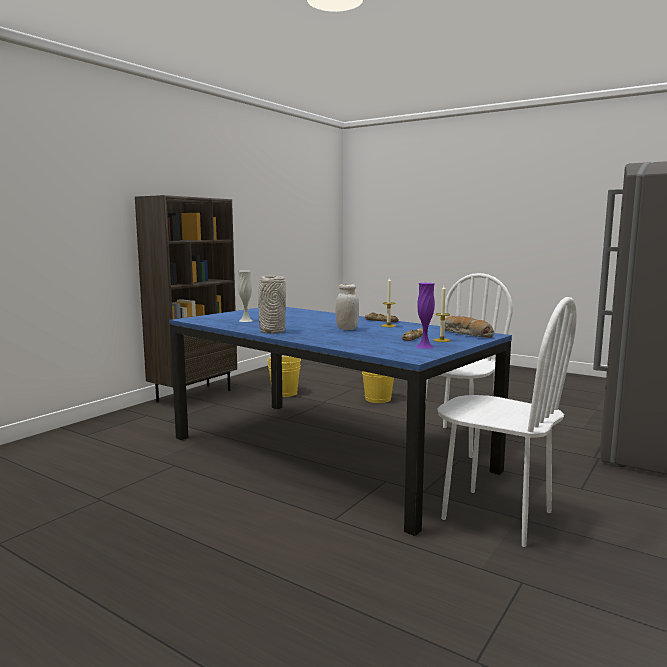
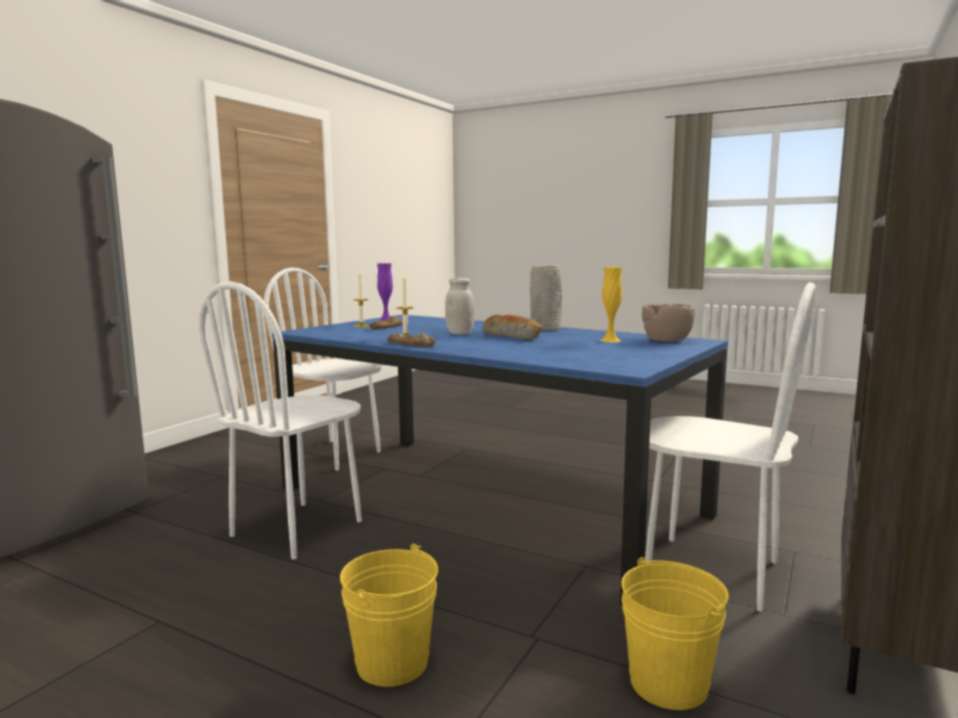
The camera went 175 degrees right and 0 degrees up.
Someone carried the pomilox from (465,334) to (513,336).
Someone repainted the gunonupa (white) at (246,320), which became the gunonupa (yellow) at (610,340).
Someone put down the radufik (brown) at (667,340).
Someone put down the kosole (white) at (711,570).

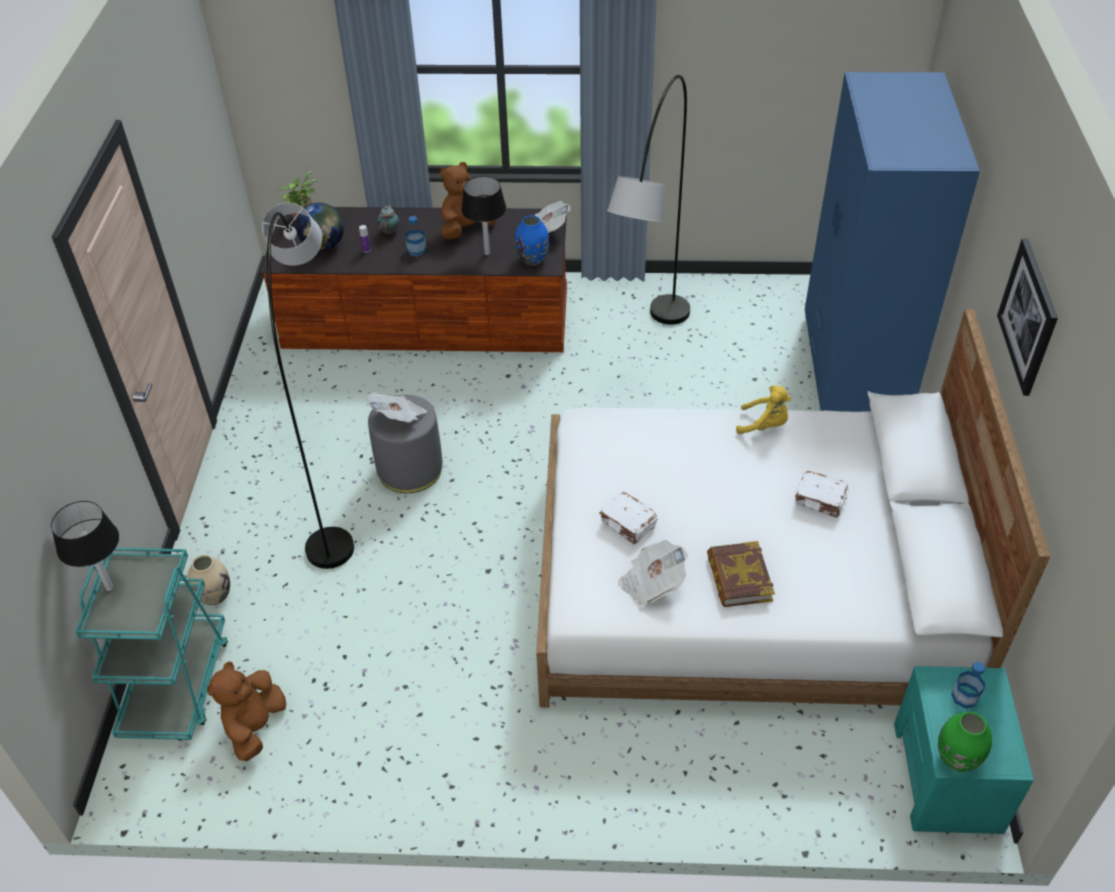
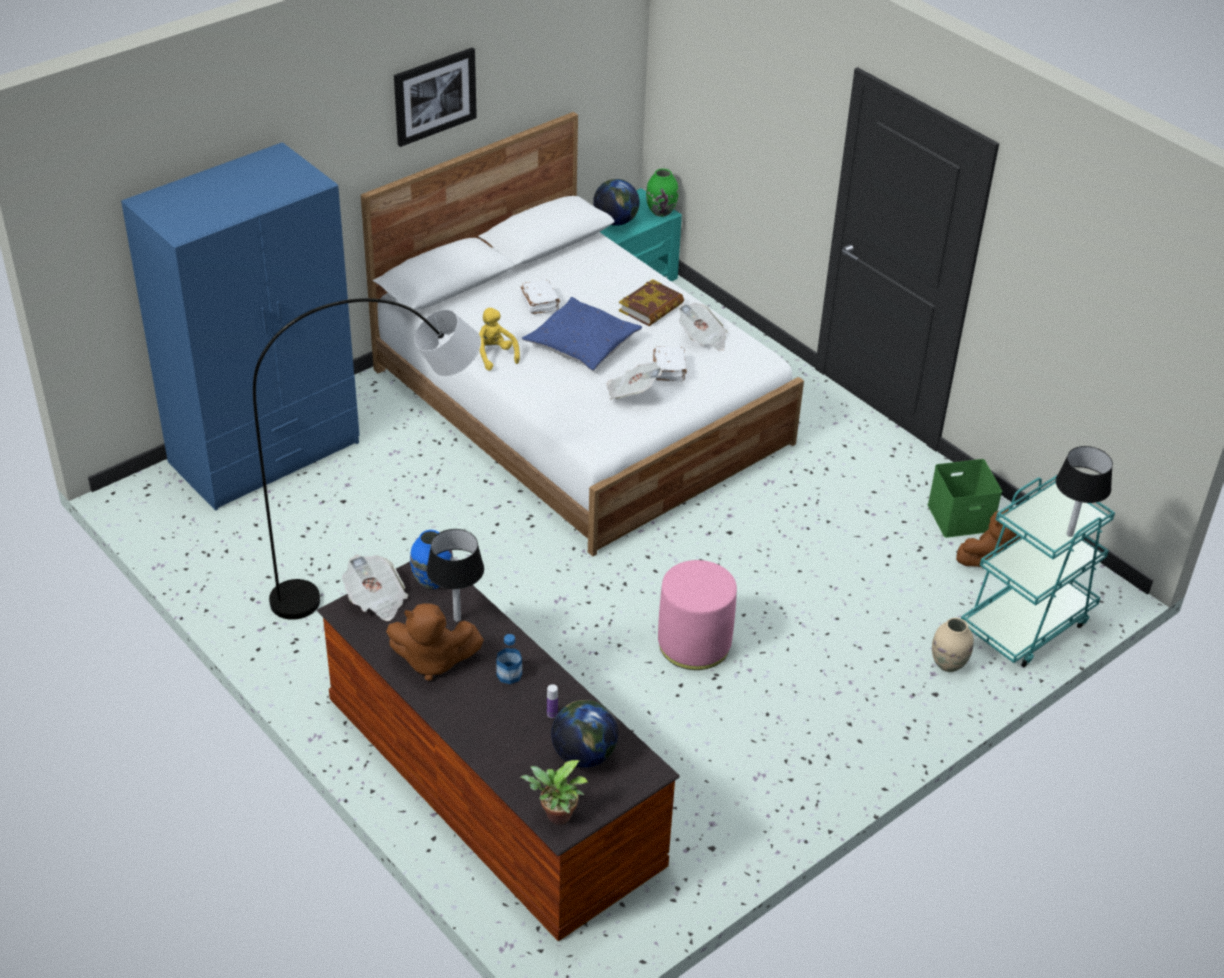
The camera went 135 degrees left and 5 degrees down.
Someone put down the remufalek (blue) at (581,344).
Someone swapped the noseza at (964,697) for the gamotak at (615,221).
Someone carried the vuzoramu from (398,417) to (631,392).
Someone repainted the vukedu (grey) at (410,469), which became the vukedu (pink) at (694,644).
Someone put down the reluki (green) at (960,516).
Someone took away the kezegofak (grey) at (332,482).
Someone took away the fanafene at (390,231).

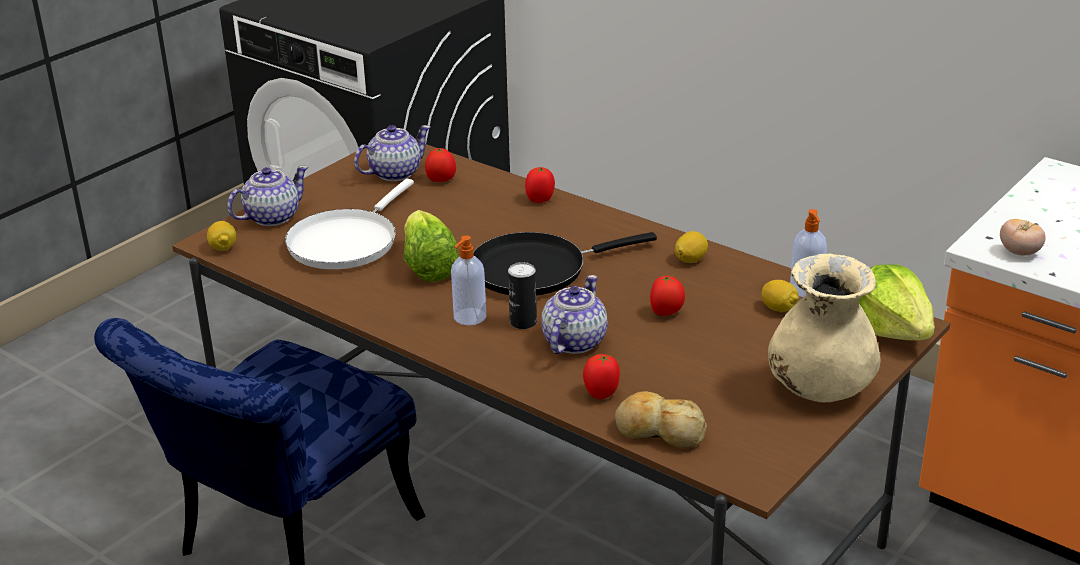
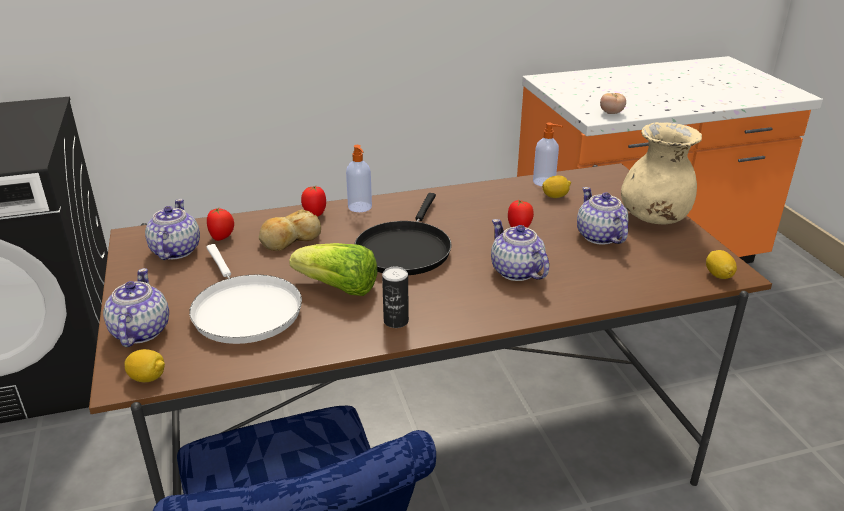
The camera went 55 degrees left and 0 degrees up.
Someone carried the pomilox from (659,431) to (289,239).
Someone carried the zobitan from (469,317) to (360,207).
Someone carried the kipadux from (523,322) to (396,321).
Someone put down the fanafene at (599,237).
Someone carried the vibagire from (690,259) to (718,275).
Someone took away the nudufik at (601,393).
Someone took away the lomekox at (891,329).

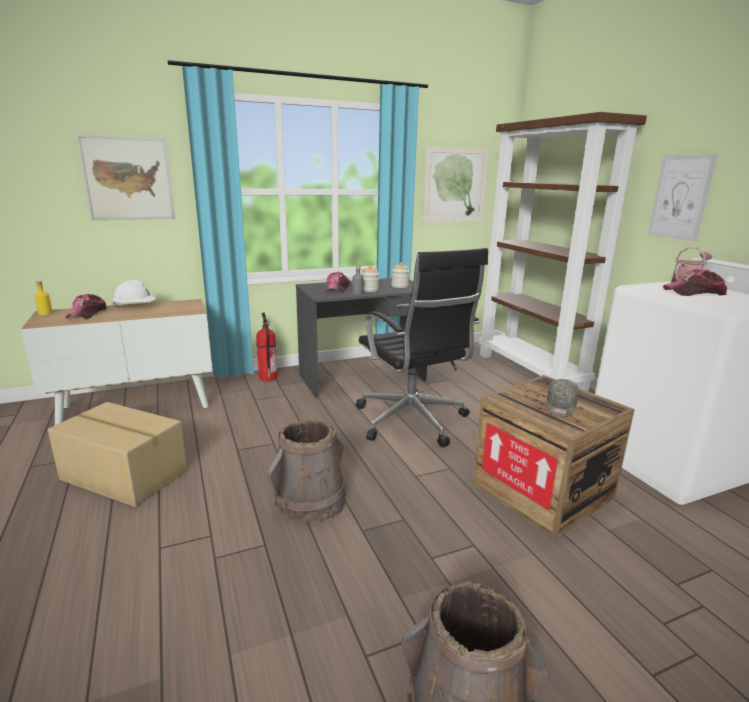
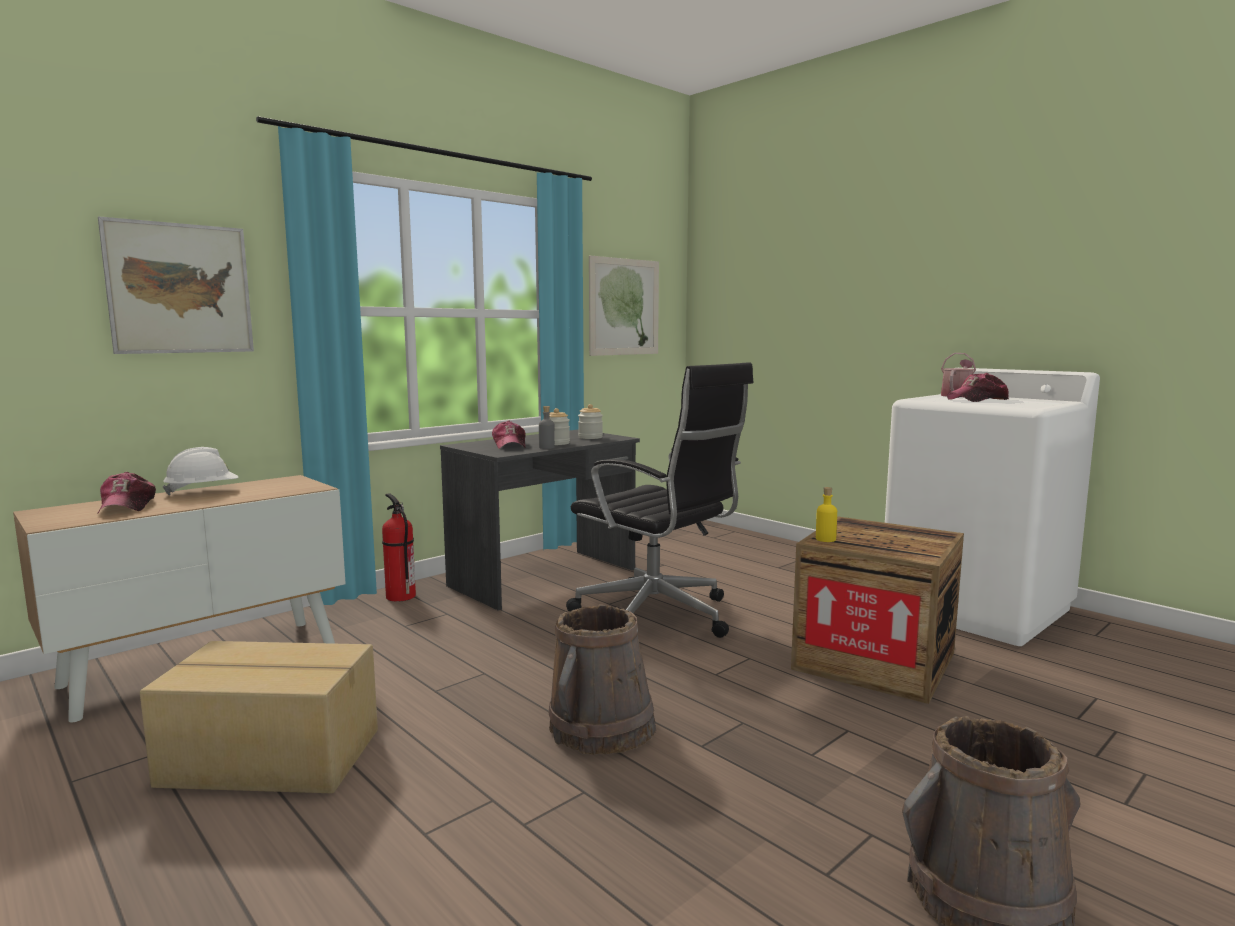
The camera went 20 degrees left and 10 degrees down.
Someone carried the noseza (yellow) from (45,313) to (825,539).
Someone took away the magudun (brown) at (531,372).
Someone took away the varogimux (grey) at (560,406).
Someone took away the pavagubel at (680,197).

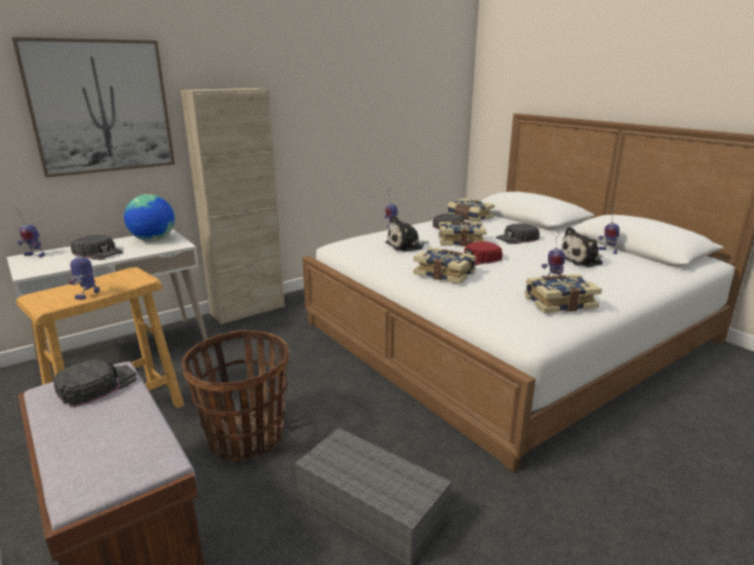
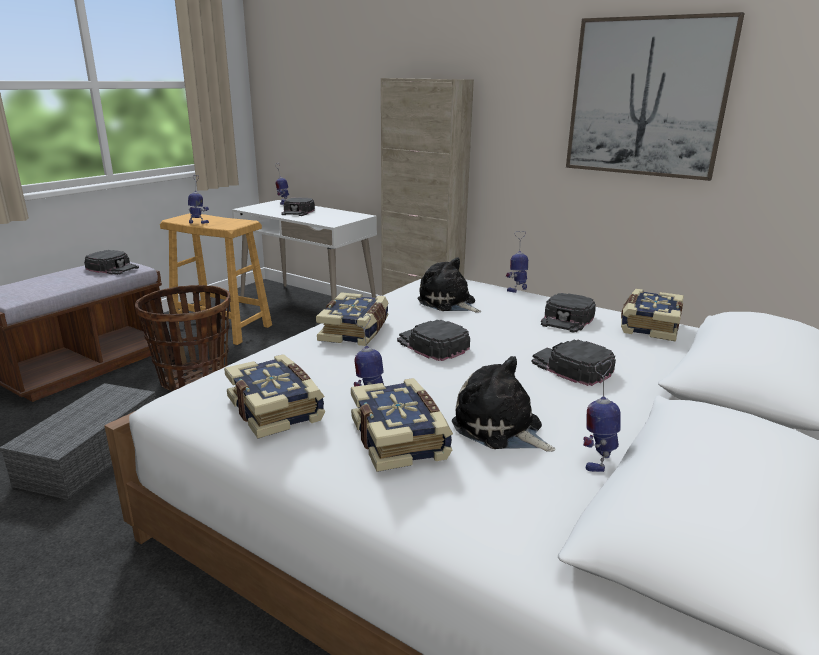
The camera went 70 degrees right and 0 degrees up.
Someone carried the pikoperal from (460,241) to (401,438).
Someone repainted the varogimux (red) at (478,258), which became the varogimux (black) at (432,345).
Someone carried the pavagubel from (101,107) to (646,98).
Someone took away the gamotak at (153,240).

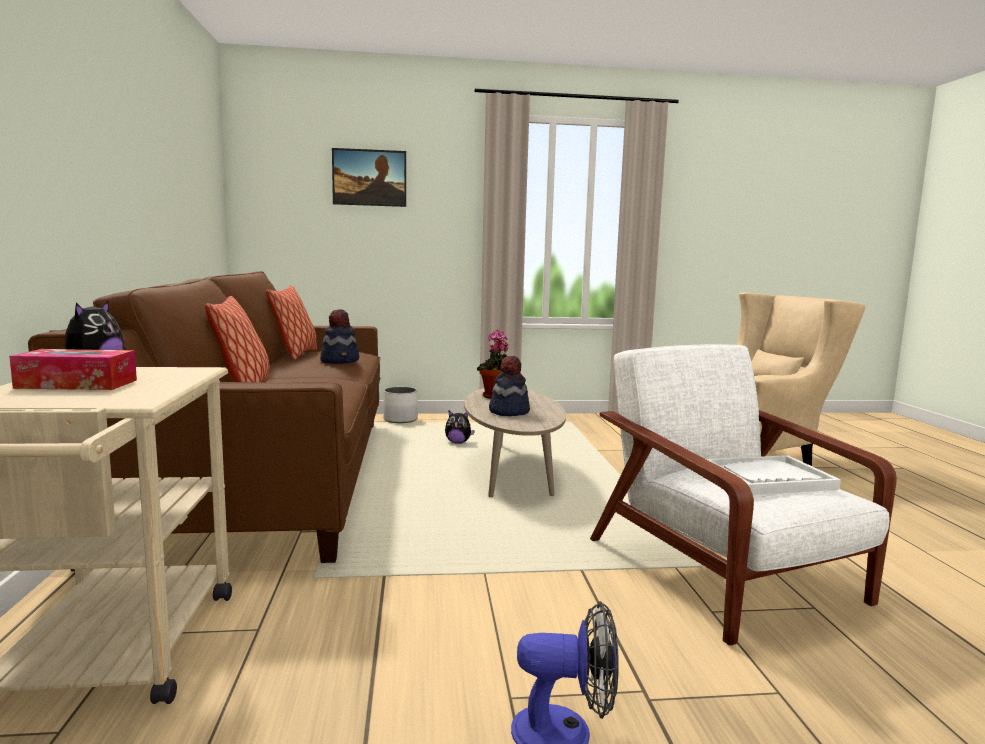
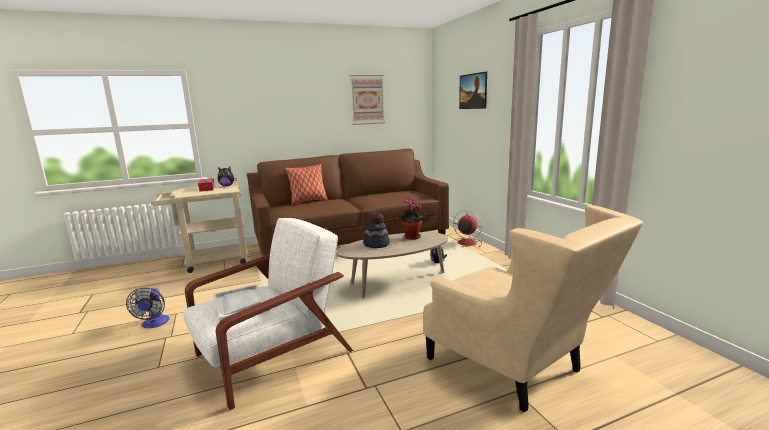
The camera went 75 degrees right and 5 degrees up.
Someone put up the pavagubel at (367,99).
Someone swapped the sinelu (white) at (400,420) for the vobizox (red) at (466,242).
Someone took away the remufalek at (295,354).
Someone took away the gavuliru at (340,361).

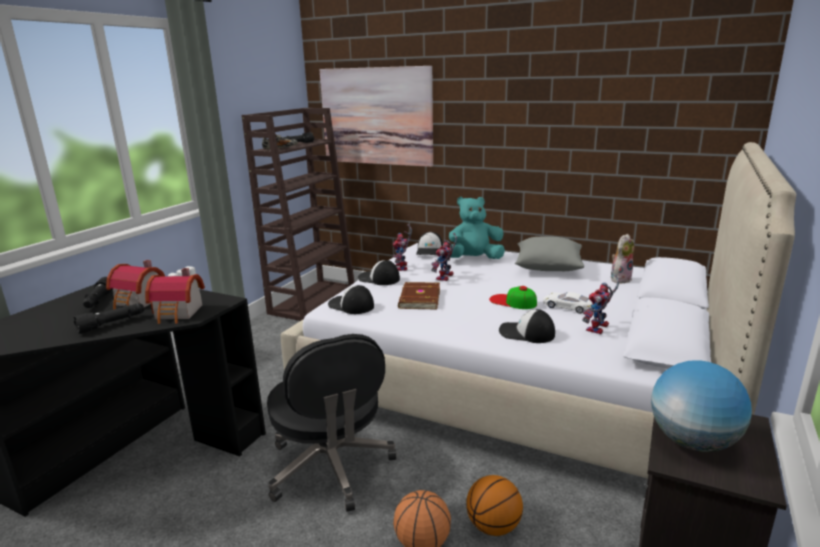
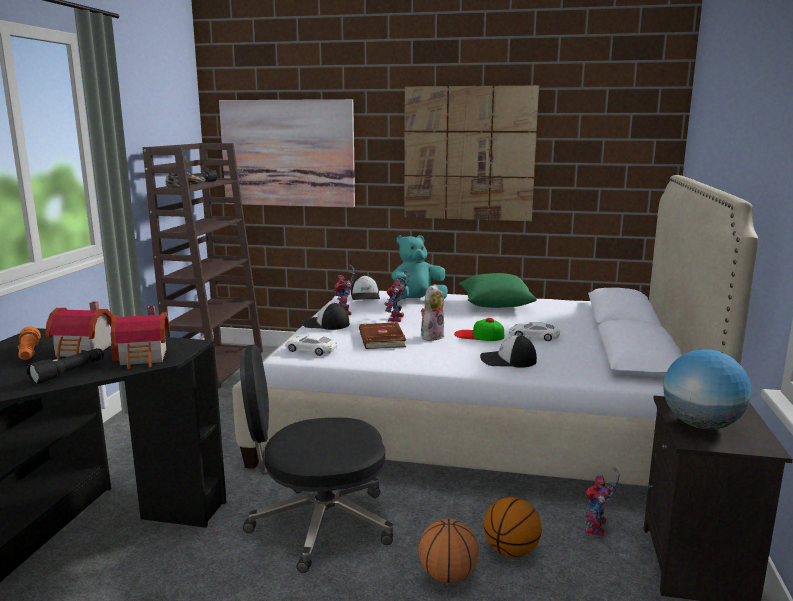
The camera went 15 degrees left and 5 degrees down.
Someone repainted the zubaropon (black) at (99,301), which became the zubaropon (orange) at (29,353).
Someone rotated the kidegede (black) at (331,468) by 120 degrees clockwise.
Someone swapped the varogimux at (351,305) for the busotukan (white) at (311,350).
Someone put up the pavagubel at (468,154).
Someone carried the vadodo from (620,279) to (431,336).
Someone repainted the remufalek (grey) at (548,267), which became the remufalek (green) at (495,305).
Someone carried the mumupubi from (598,329) to (597,529).

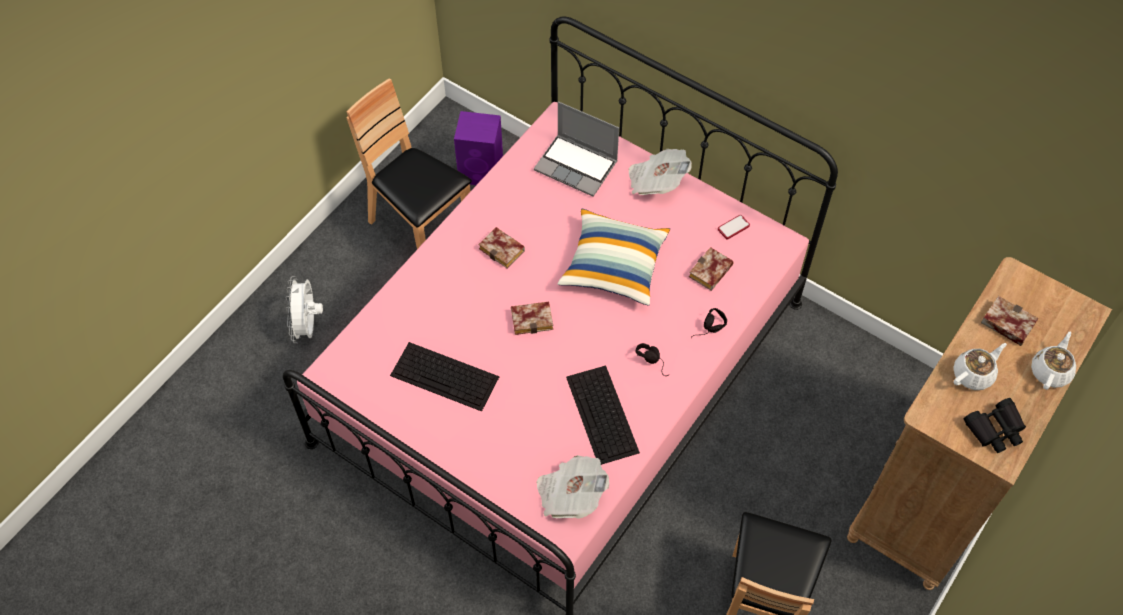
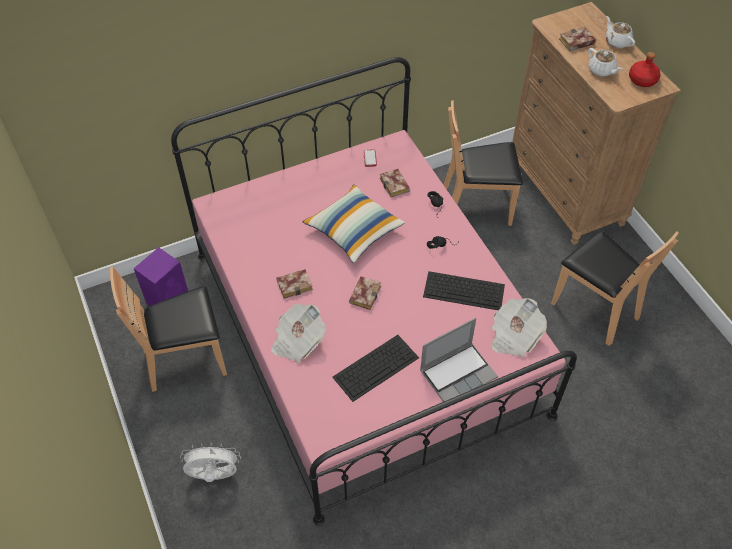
The camera went 60 degrees left and 5 degrees down.
Someone rotated the vobizox (white) at (308,326) by 150 degrees clockwise.
Someone carried the vuzoramu from (656,181) to (297,341).
Someone carried the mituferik from (577,166) to (458,373).
Someone put down the kosole (brown) at (477,207).
Someone rotated the fanafene (white) at (973,374) by 150 degrees clockwise.
Someone swapped the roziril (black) at (995,429) for the noseza (red) at (642,79).

